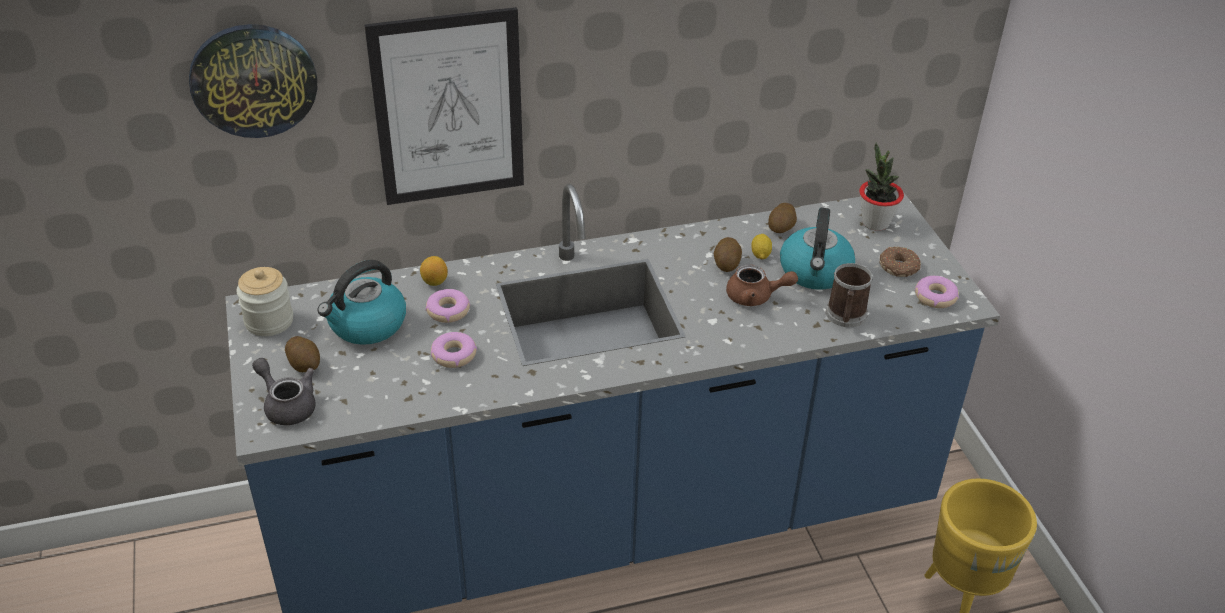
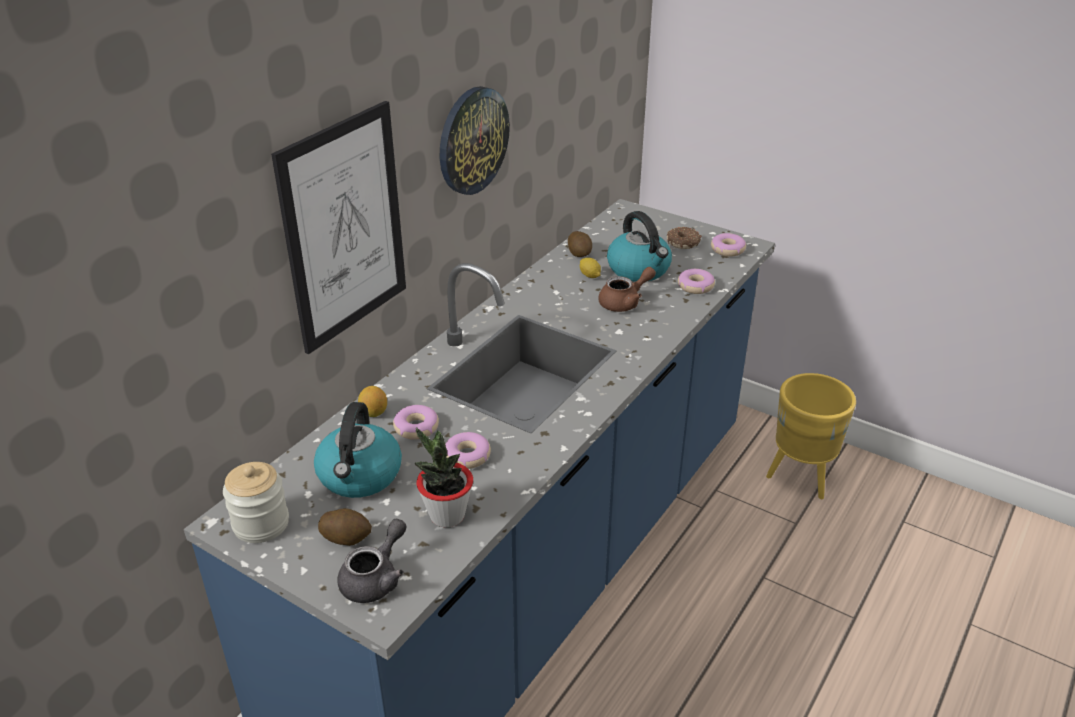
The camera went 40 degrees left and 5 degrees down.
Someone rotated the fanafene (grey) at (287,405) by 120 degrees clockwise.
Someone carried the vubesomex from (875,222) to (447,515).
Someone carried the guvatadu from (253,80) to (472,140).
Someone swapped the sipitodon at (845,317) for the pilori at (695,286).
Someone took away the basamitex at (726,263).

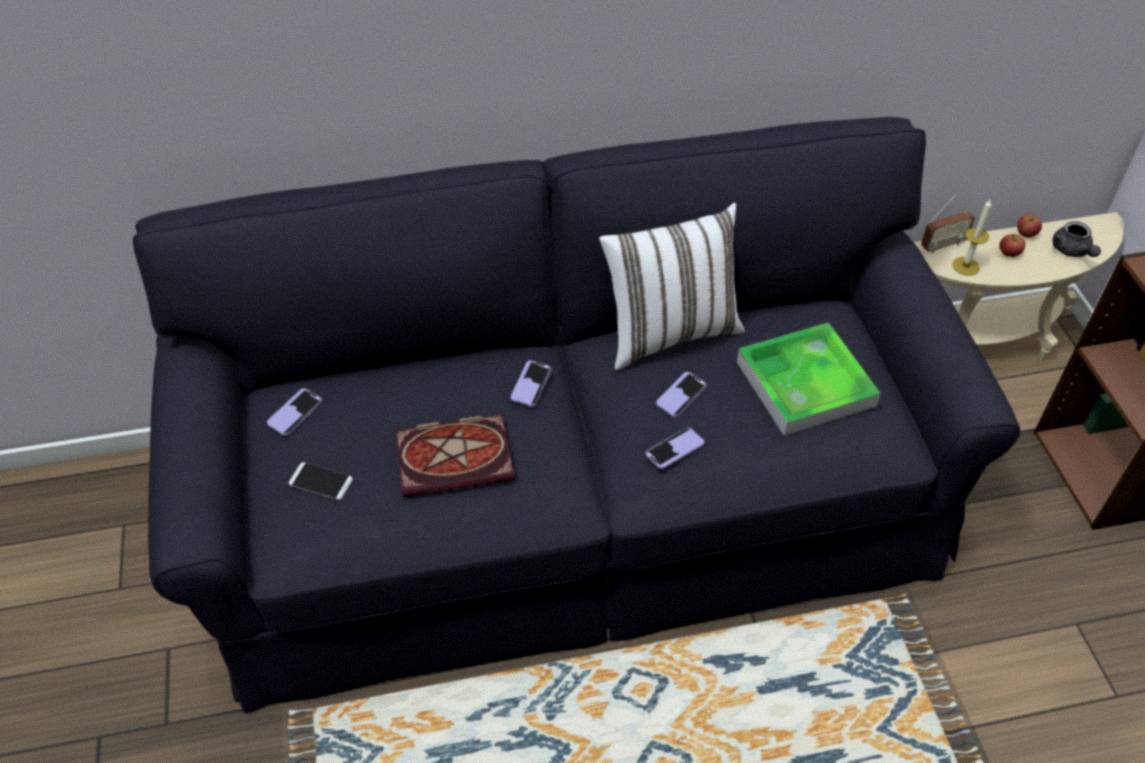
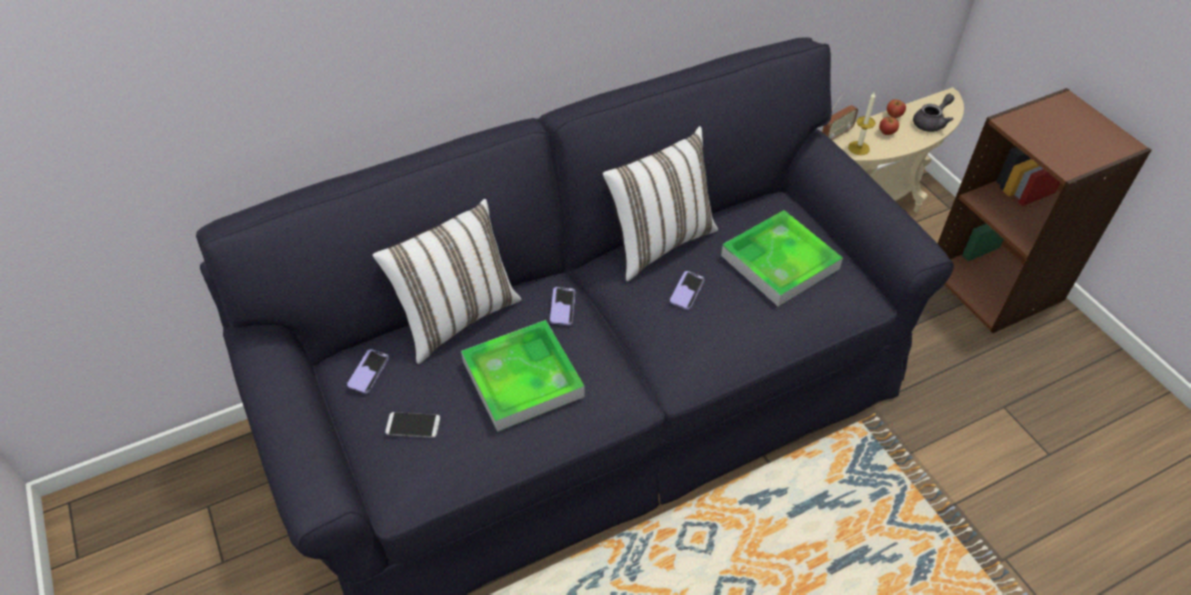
The camera went 15 degrees left and 0 degrees up.
Someone put down the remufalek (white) at (456,317).
Someone swapped the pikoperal at (457,456) for the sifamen at (522,379).
Someone rotated the fanafene (grey) at (1072,251) by 105 degrees counterclockwise.
Someone took away the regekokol at (674,449).

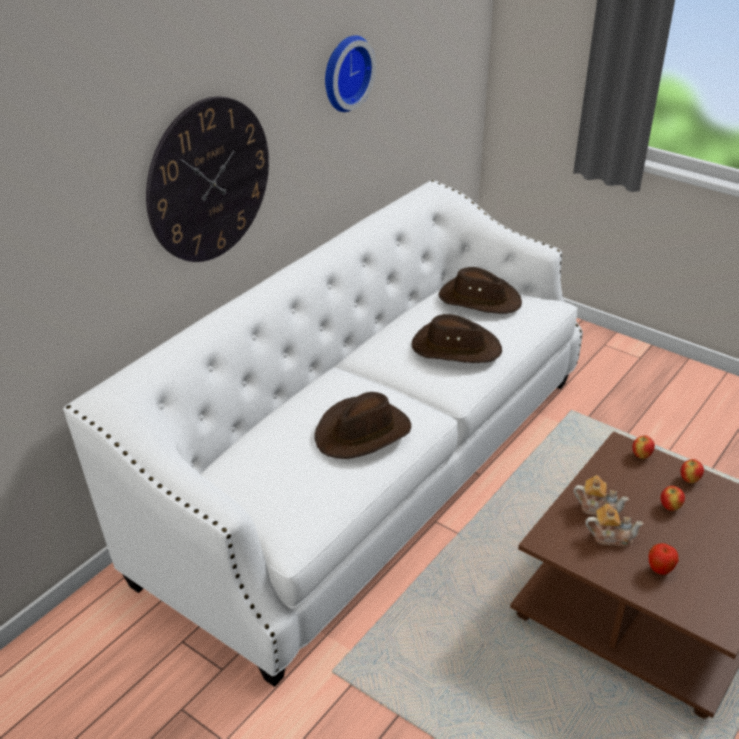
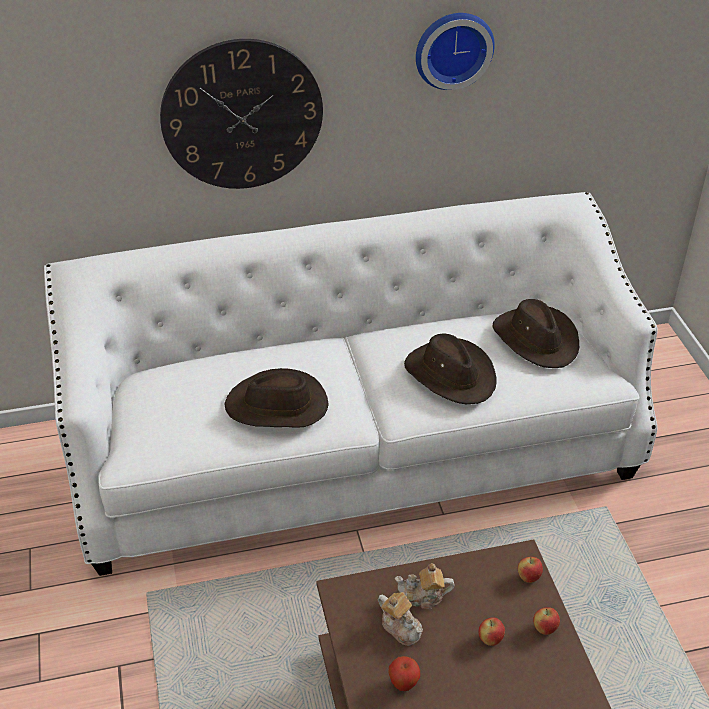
The camera went 40 degrees right and 5 degrees up.
Someone rotated the fanafene at (598,508) by 120 degrees clockwise.

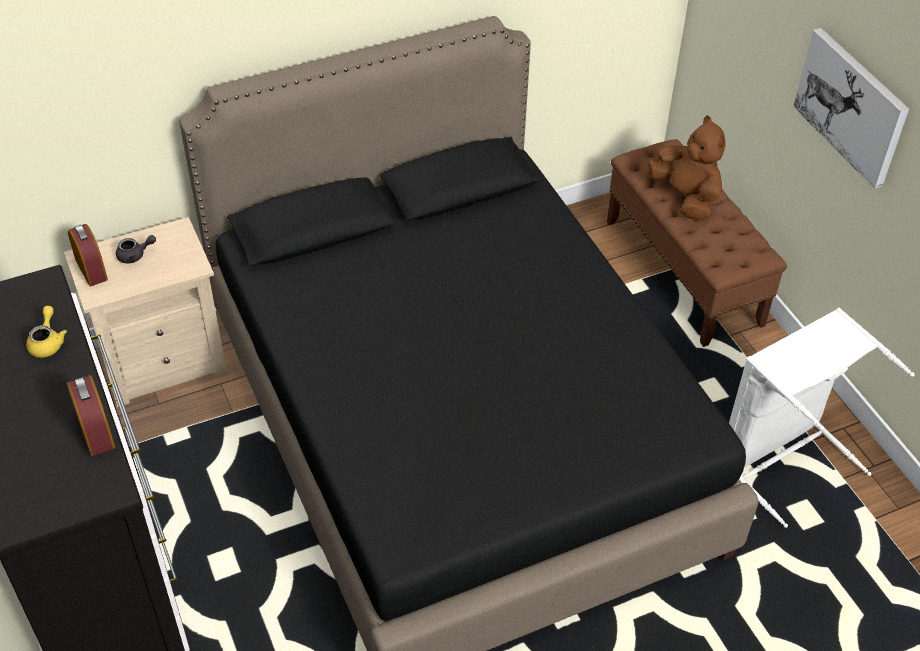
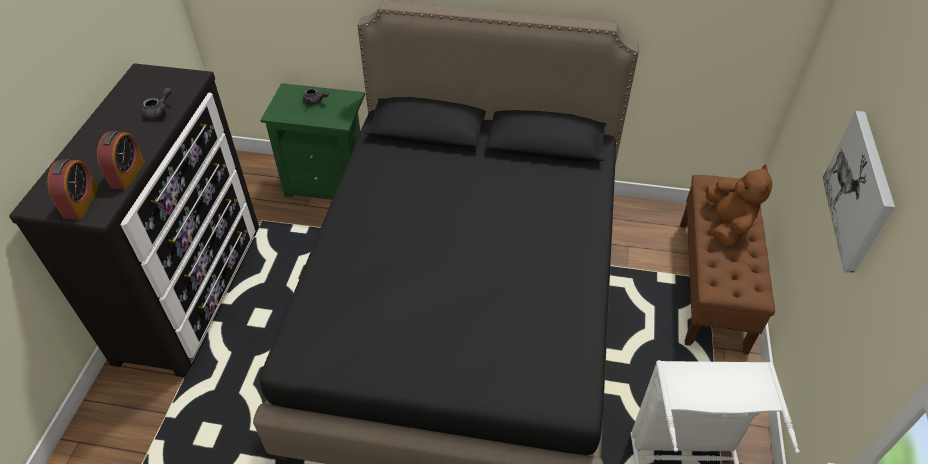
The camera went 35 degrees right and 0 degrees up.
Someone carried the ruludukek from (91,269) to (81,203).
Someone repainted the fanafene (yellow) at (48,342), which became the fanafene (grey) at (159,112).
Someone repainted the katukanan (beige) at (163,362), which became the katukanan (green) at (329,183).

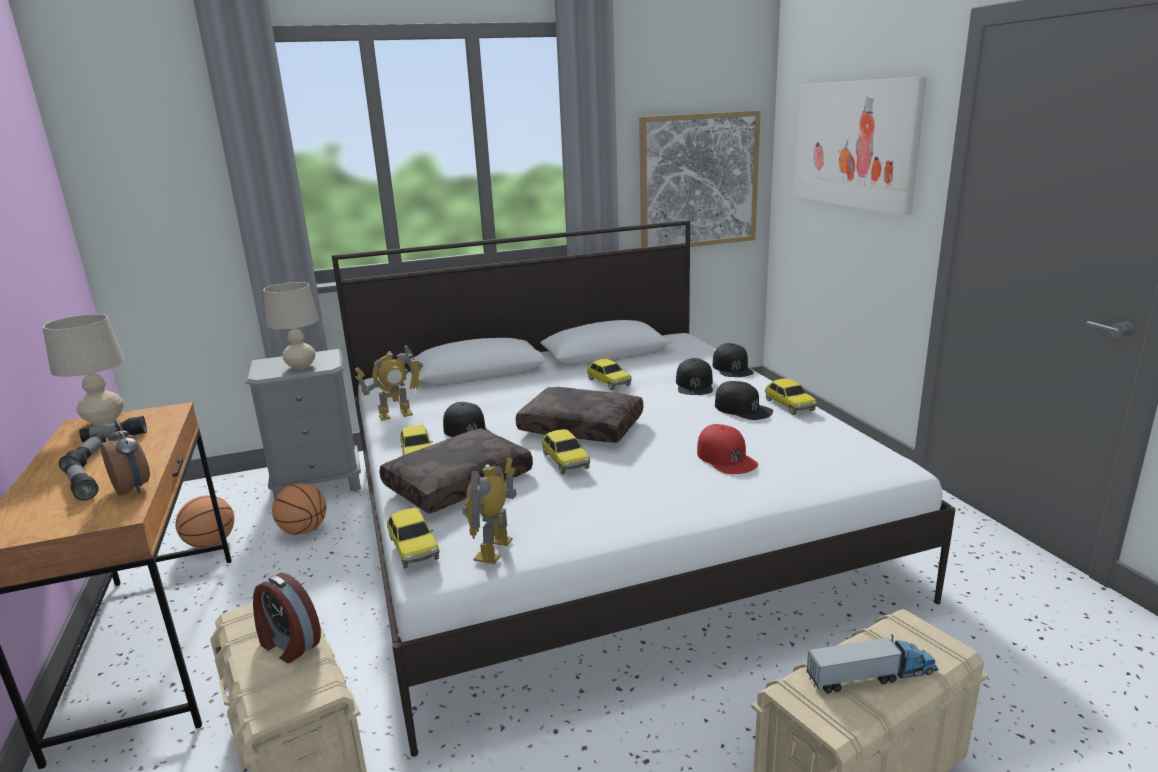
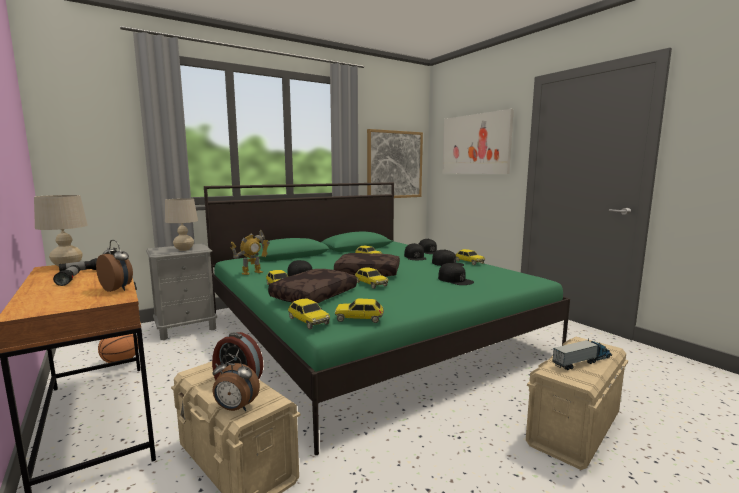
The camera went 15 degrees left and 10 degrees down.
Someone repainted the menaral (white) at (598,519), which became the menaral (green) at (370,332).
Someone put down the ruludukek at (235,408).
Someone swapped the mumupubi at (495,550) for the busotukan at (359,318).
Someone repainted the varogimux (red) at (726,458), which became the varogimux (black) at (455,280).
Someone took away the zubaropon at (82,488).
Someone took away the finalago at (304,531).

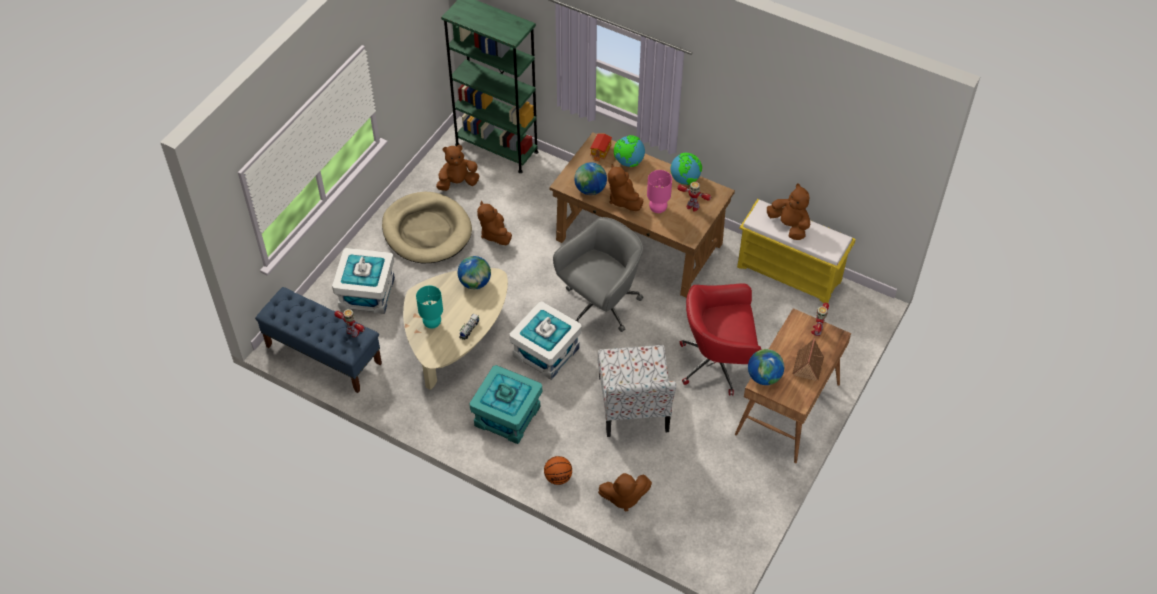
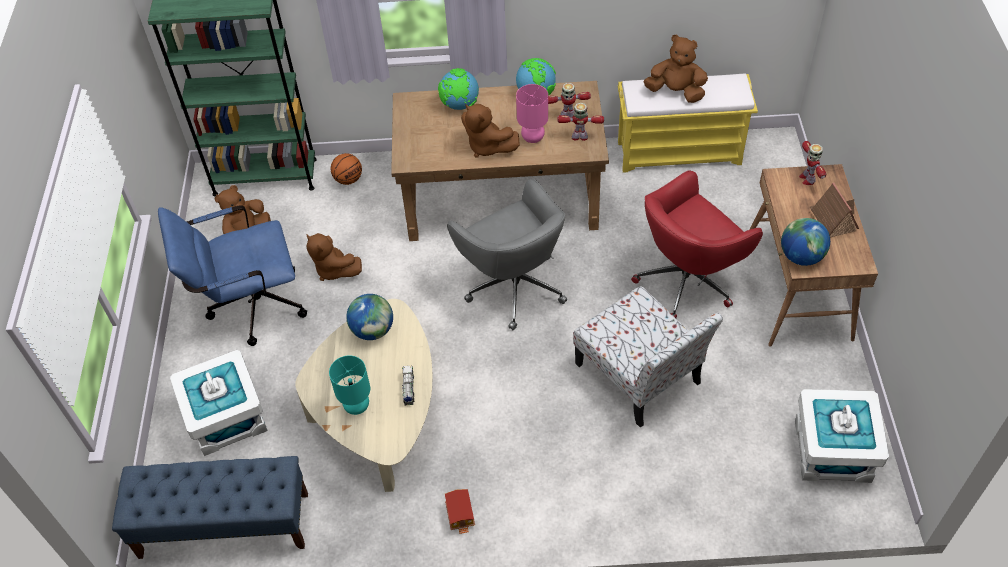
The camera went 30 degrees left and 0 degrees up.
Someone swapped the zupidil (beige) at (426,231) for the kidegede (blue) at (249,306).
Someone carried the finalago from (558,477) to (348,179).
Someone carried the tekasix from (601,152) to (461,515).
Someone rotated the kidegede (grey) at (600,305) by 135 degrees clockwise.
Someone carried the mumupubi from (352,332) to (580,137).
Someone carried the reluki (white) from (546,352) to (831,451).
Someone took away the reluki (turquoise) at (507,416).
Someone took away the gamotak at (590,190).
Someone took away the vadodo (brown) at (624,497).

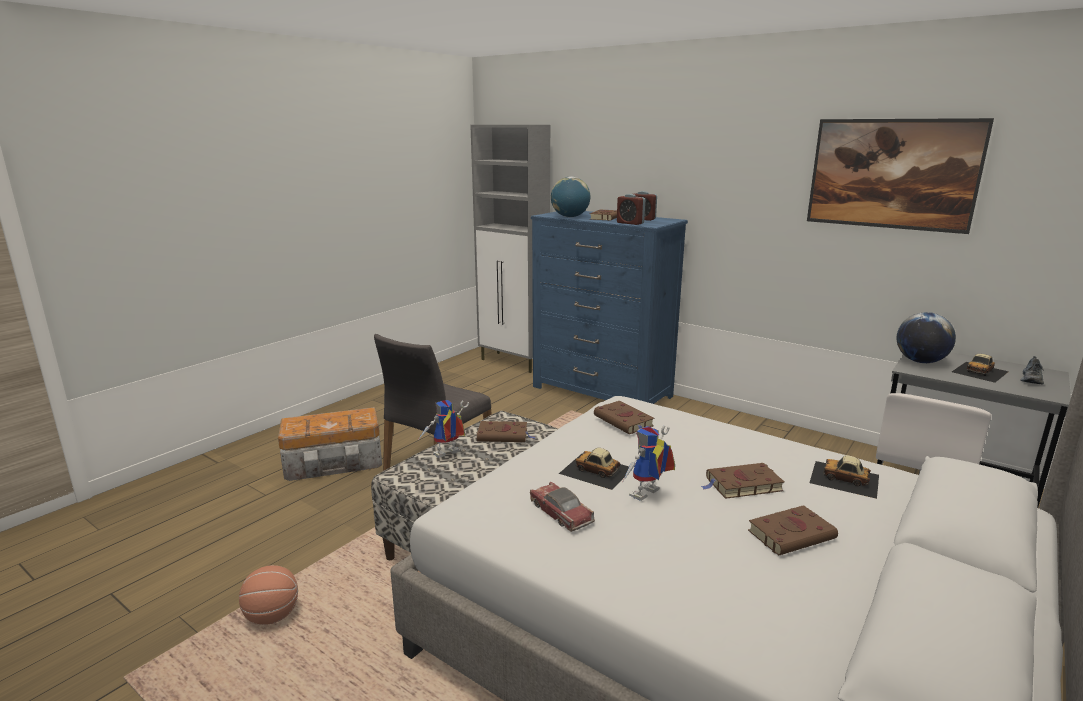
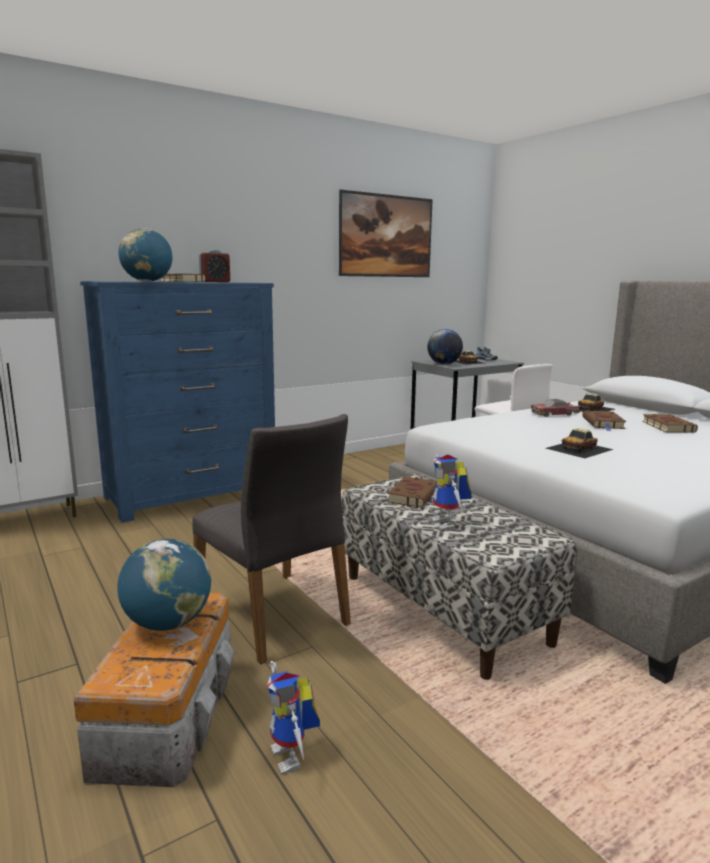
The camera went 70 degrees left and 5 degrees down.
Someone put down the gamotak at (168,623).
Someone carried the mumupubi from (647,496) to (293,758).
Someone carried the busotukan from (561,513) to (554,414).
Someone took away the finalago at (272,616).
Someone took away the pikoperal (brown) at (624,421).
Someone took away the ruludukek at (630,223).

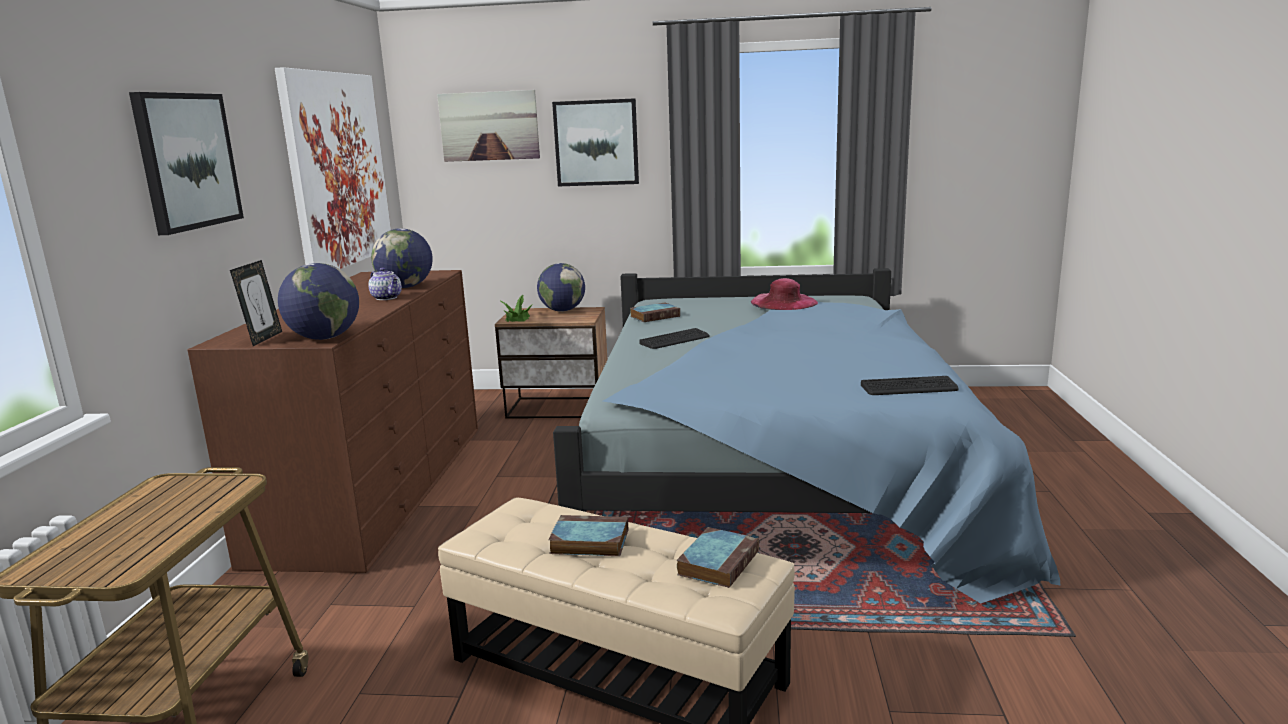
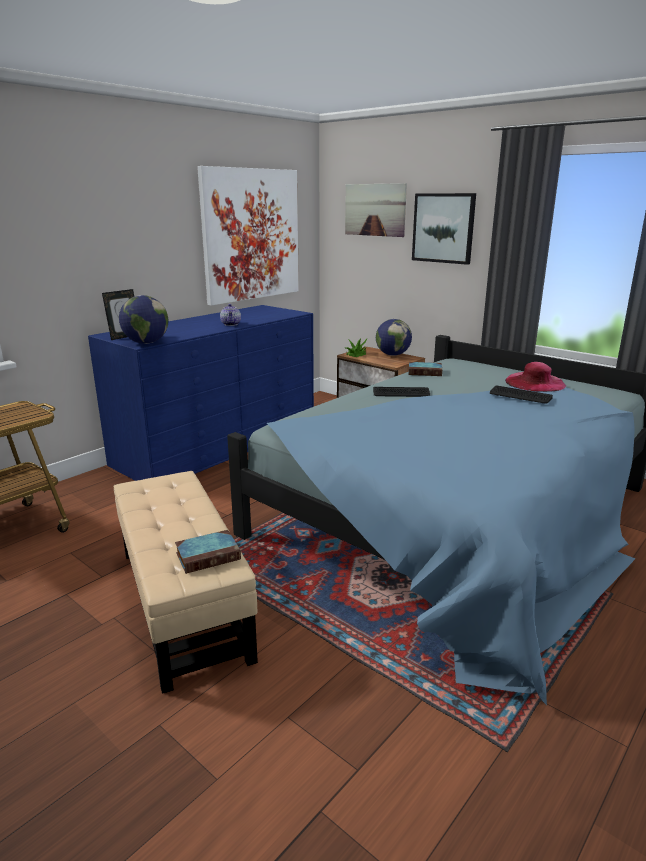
The camera went 35 degrees right and 5 degrees up.
Someone repainted the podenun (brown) at (376,488), which became the podenun (blue) at (219,444).
Someone carried the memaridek from (909,387) to (520,395).
Someone took away the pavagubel at (187,161).
Someone took away the gamotak at (405,287).
Someone took away the pikoperal at (587,542).

